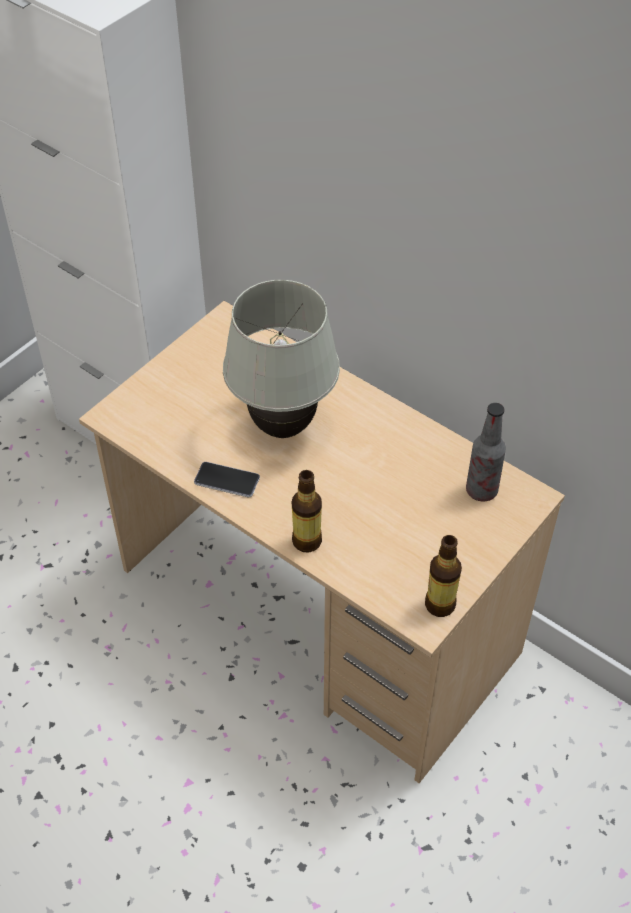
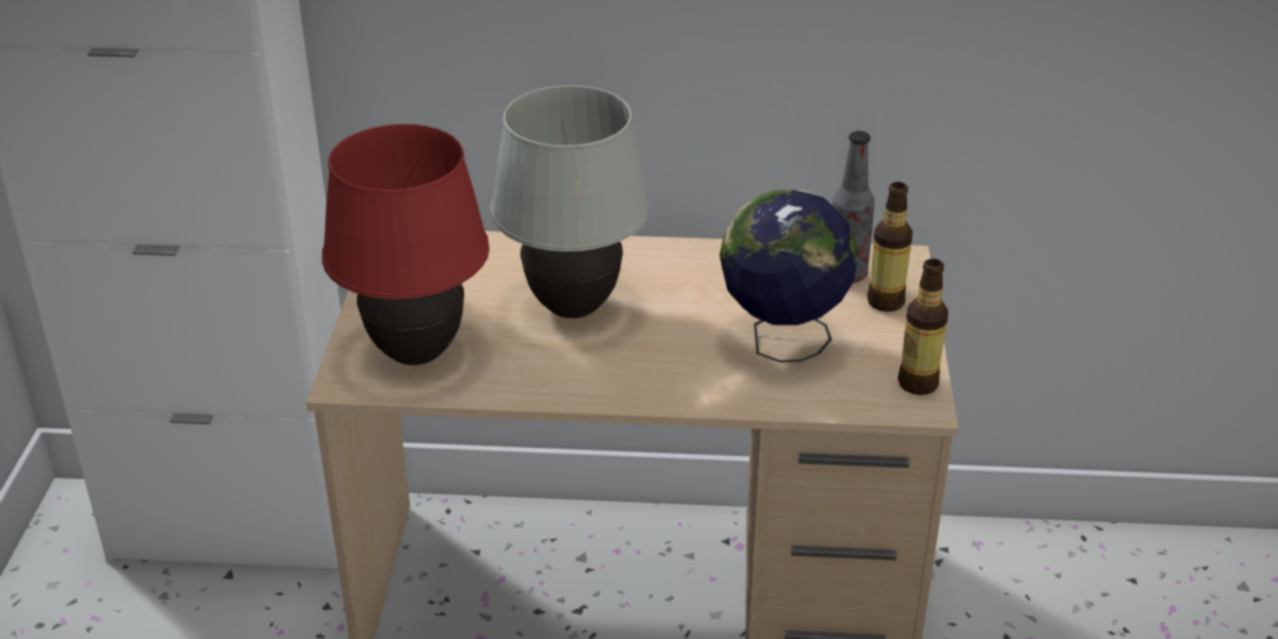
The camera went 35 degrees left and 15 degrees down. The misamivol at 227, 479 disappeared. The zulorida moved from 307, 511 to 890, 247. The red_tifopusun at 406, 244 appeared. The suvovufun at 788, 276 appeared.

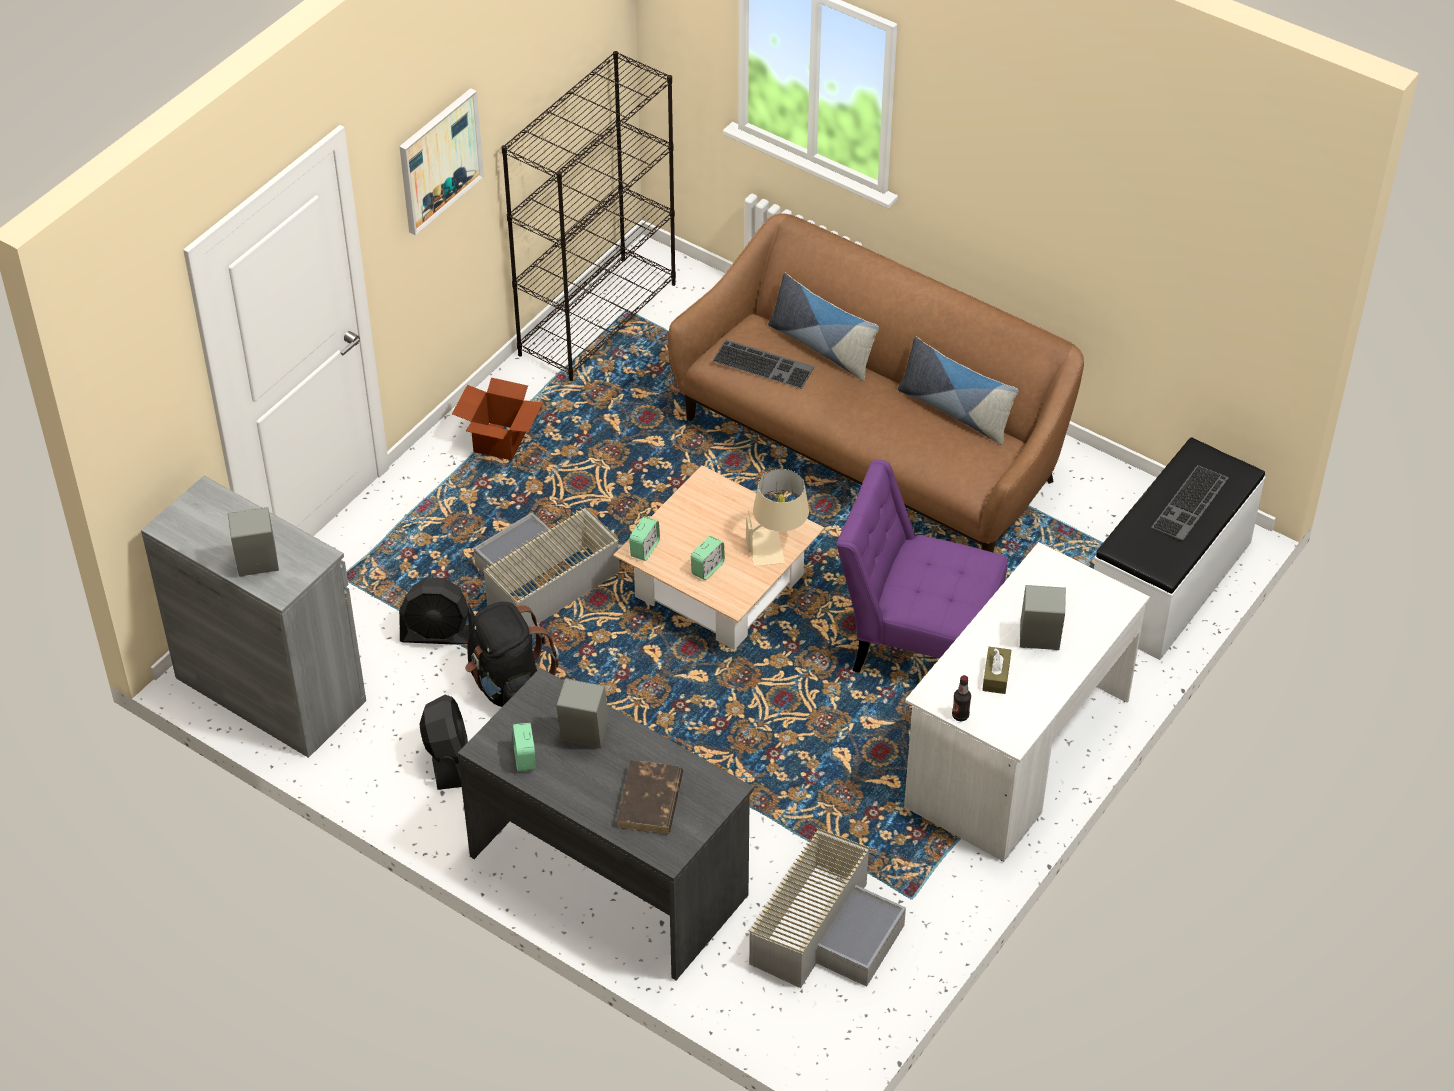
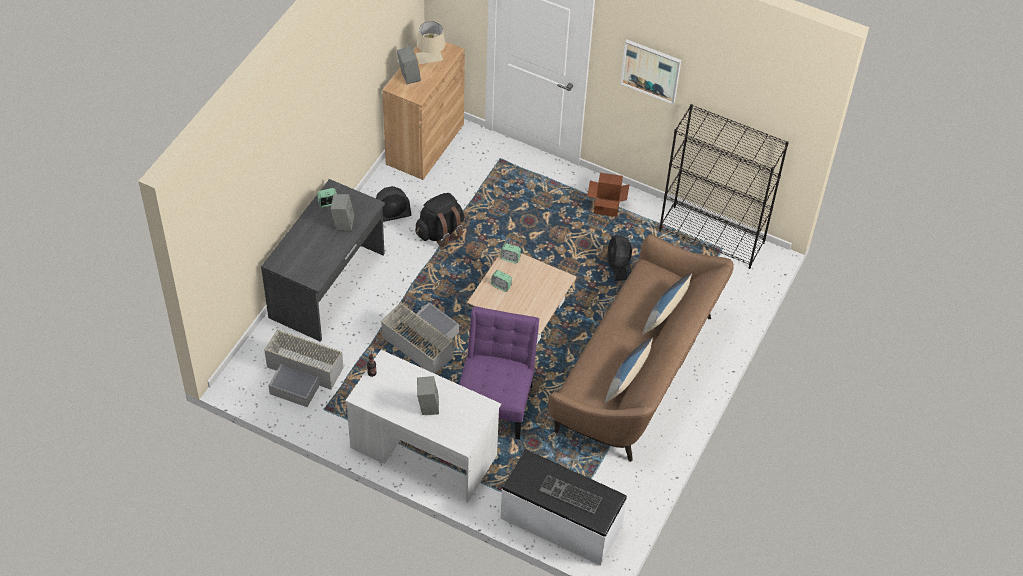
The camera went 80 degrees right and 5 degrees up. The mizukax at 763, 364 disappeared. The beige_tifopusun moved from 777, 517 to 430, 42. The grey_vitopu at 253, 617 became the brown_vitopu at 423, 107. The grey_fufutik moved from 546, 566 to 420, 337. The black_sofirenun moved from 437, 611 to 619, 257. The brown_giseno at 996, 670 disappeared. The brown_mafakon at 649, 797 disappeared.

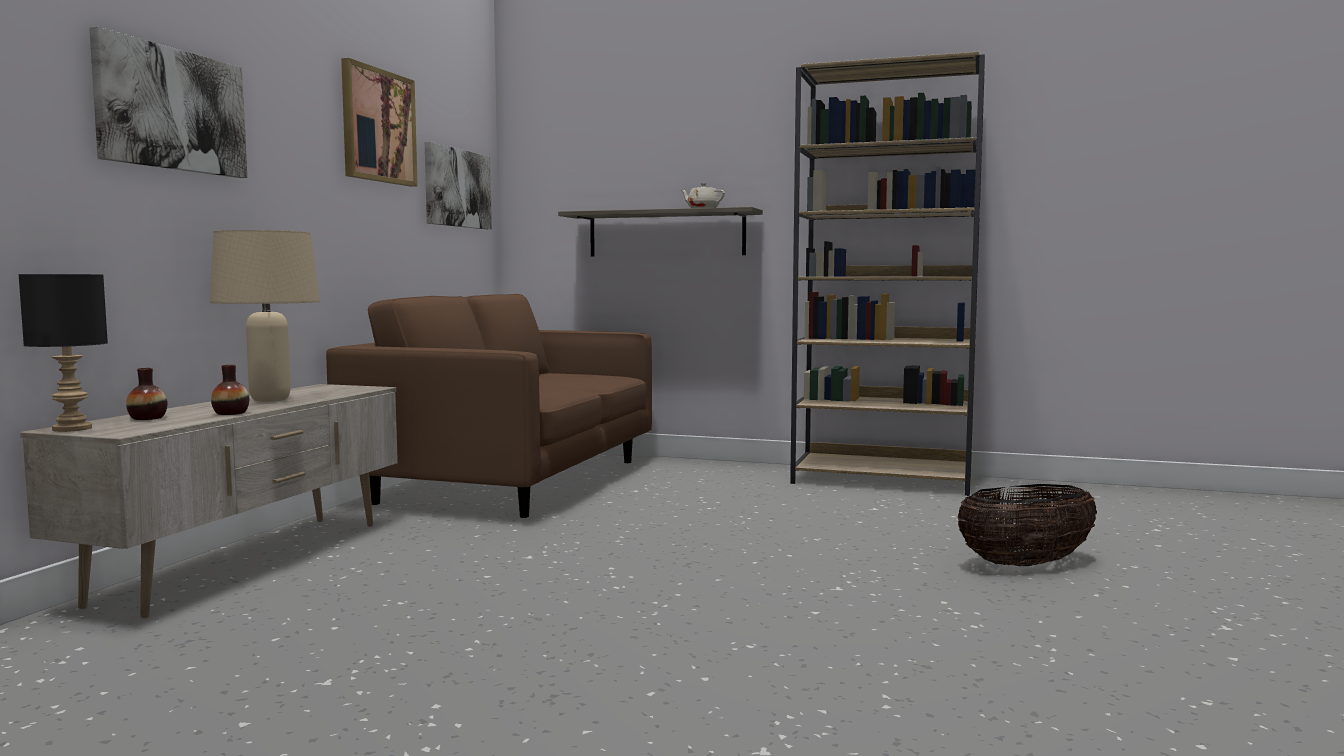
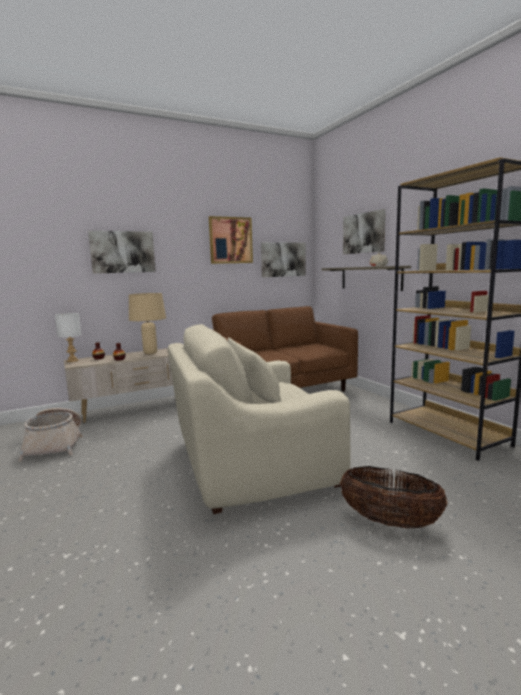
The camera went 45 degrees right and 5 degrees up. The black_tifopusun at 63, 353 became the white_tifopusun at 68, 337. The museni at 364, 231 appeared. The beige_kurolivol at 259, 419 appeared. The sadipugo at 51, 435 appeared.

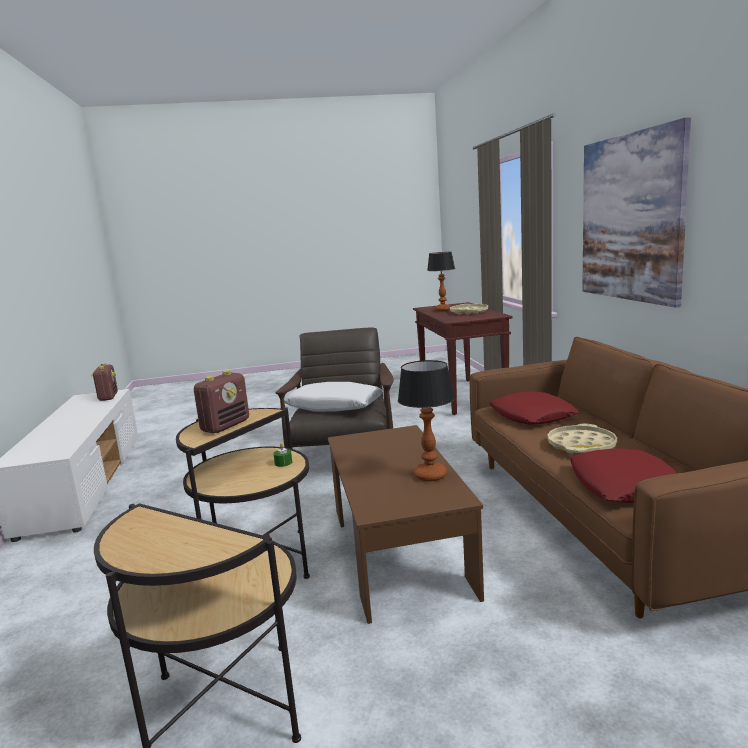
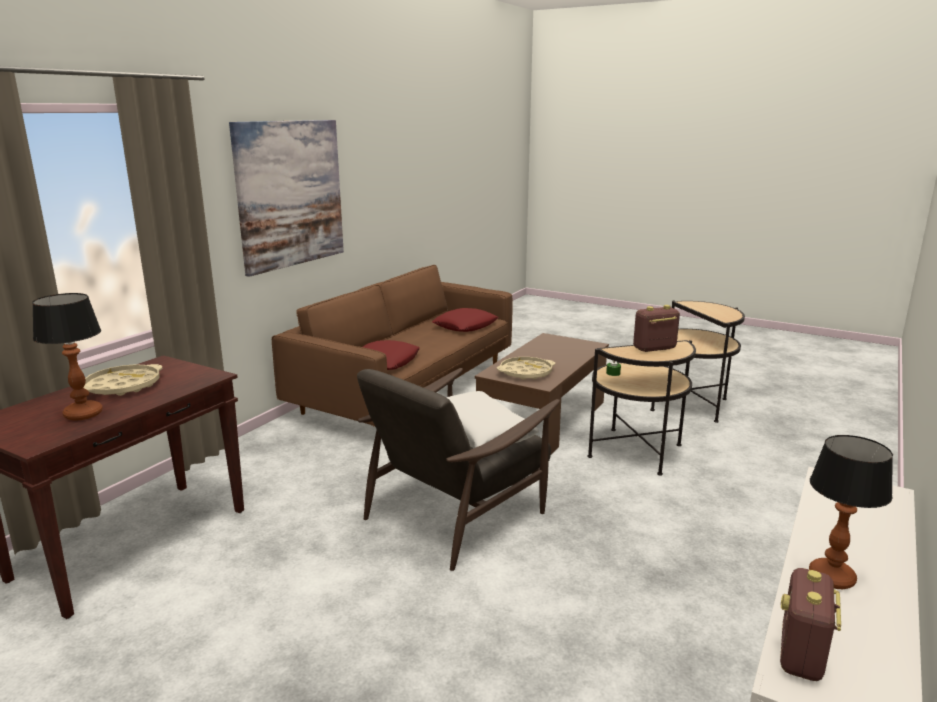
The camera went 140 degrees left and 5 degrees up. The tifopusun moved from 426, 420 to 851, 512. The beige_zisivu moved from 582, 439 to 526, 368.

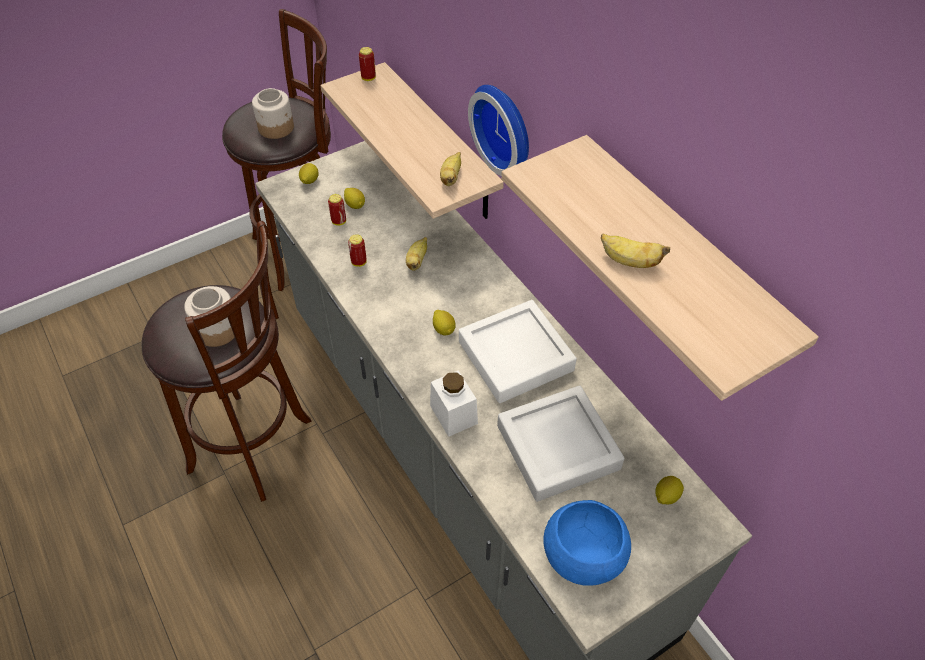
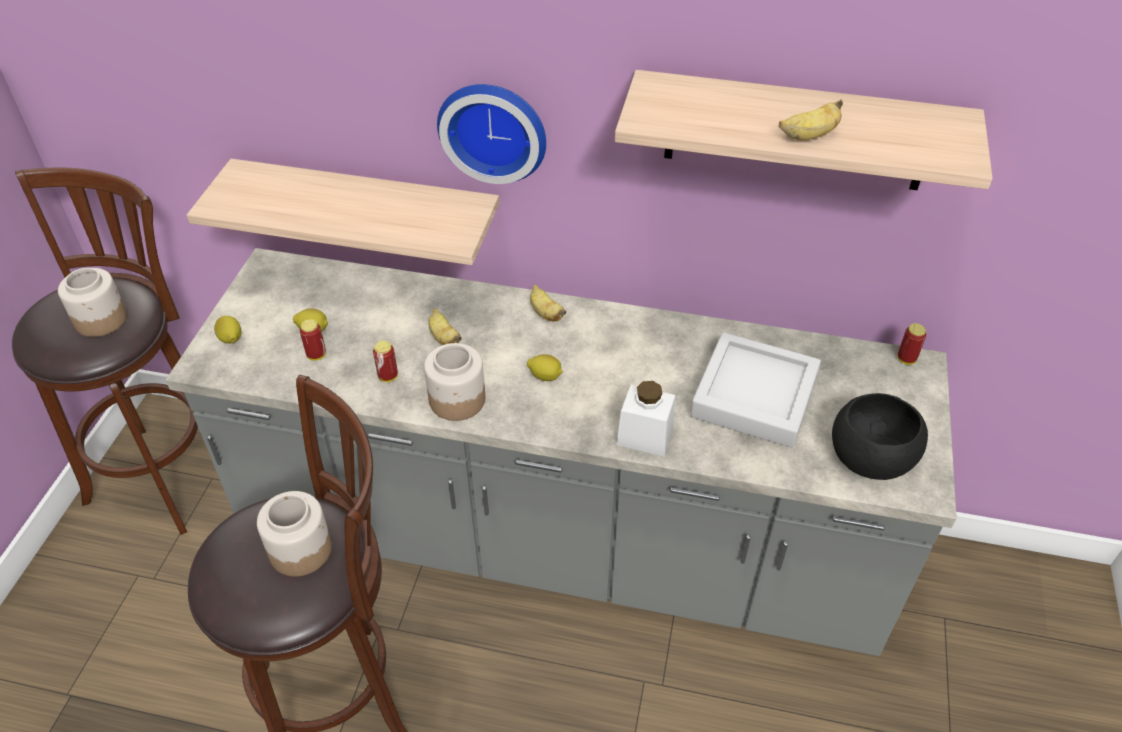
The camera went 45 degrees left and 5 degrees down. The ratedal moved from 367, 64 to 912, 344. The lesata moved from 450, 169 to 548, 303. The white_zisivu at 518, 351 disappeared. The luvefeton at 669, 490 disappeared. The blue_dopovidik at 587, 543 became the black_dopovidik at 880, 436. The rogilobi at 454, 382 appeared.

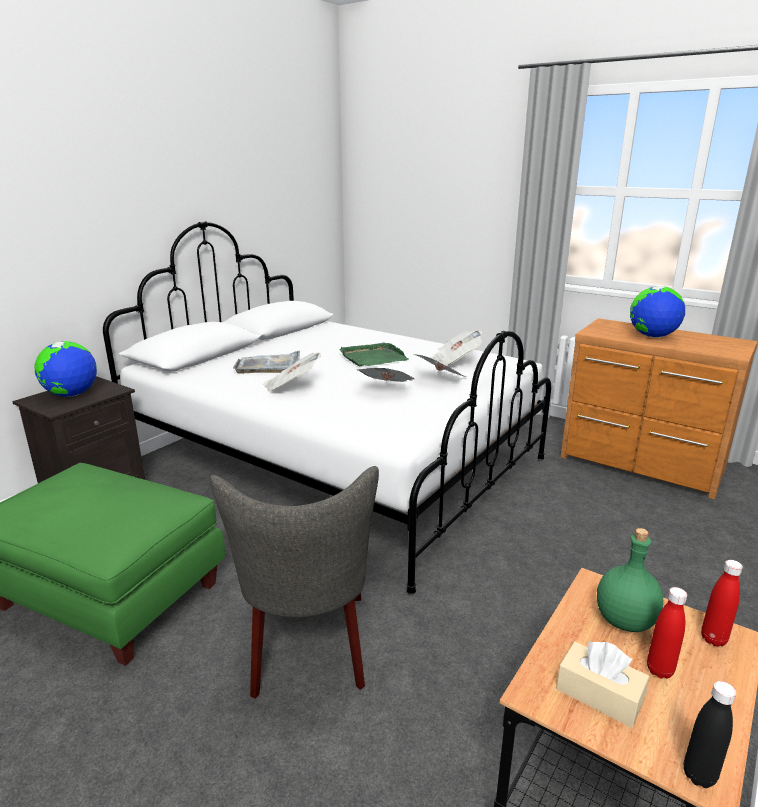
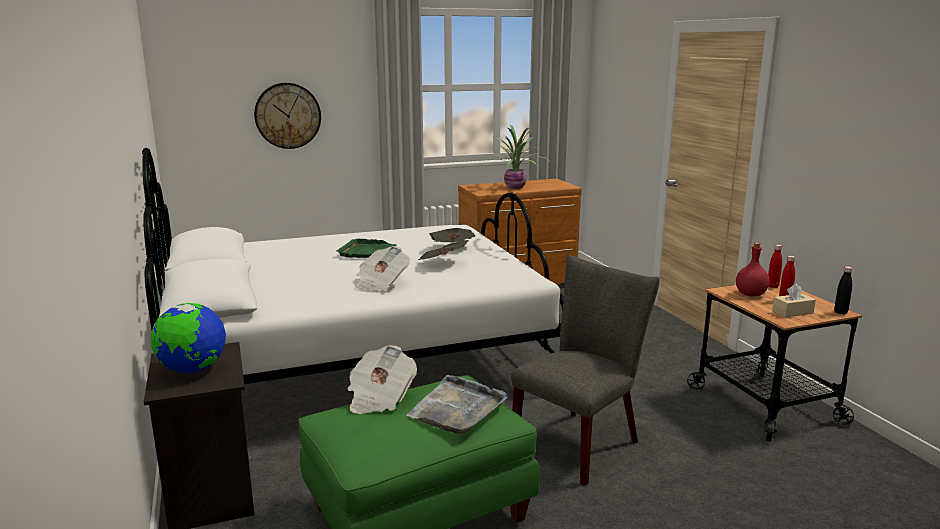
The camera went 55 degrees left and 5 degrees down. The suvovufun at 657, 312 was replaced by the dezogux at 515, 157. The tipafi moved from 455, 348 to 382, 379. The grey_zisivu moved from 266, 362 to 457, 404. The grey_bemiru at 294, 582 turned 75 degrees counterclockwise. The green_zulorida at 630, 580 became the red_zulorida at 753, 270. The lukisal at 287, 116 appeared.

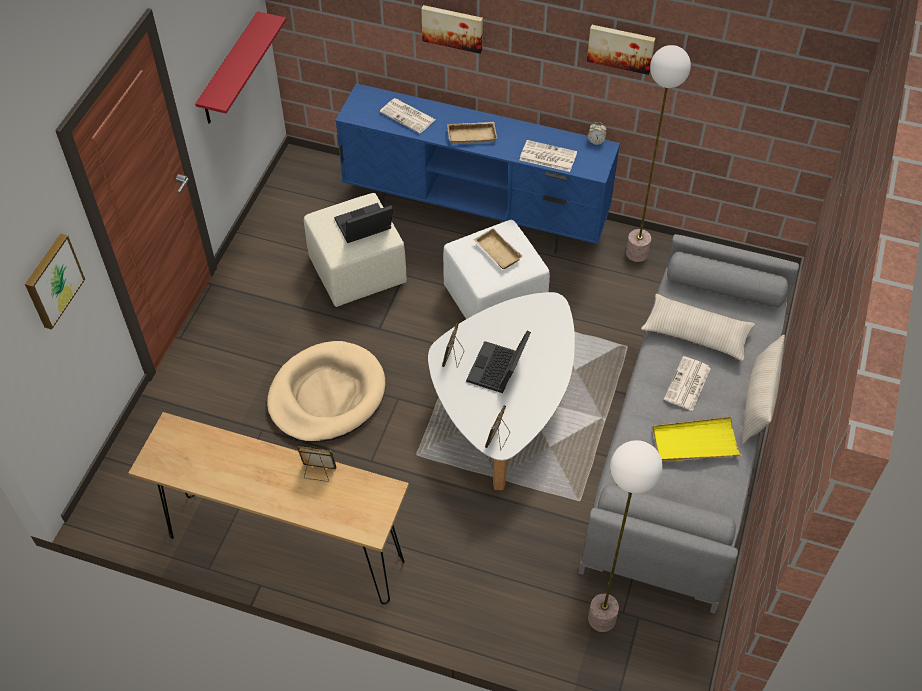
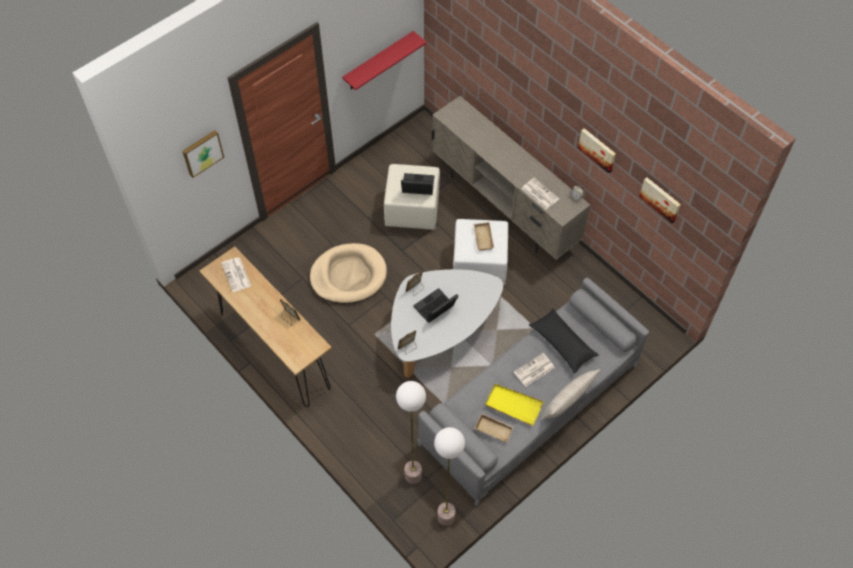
The camera went 30 degrees right and 5 degrees up. The museni moved from 452, 29 to 660, 200. The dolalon moved from 658, 153 to 449, 476. The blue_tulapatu at 477, 168 became the beige_tulapatu at 511, 178. The tipafi moved from 408, 115 to 236, 274. The beige_zisivu moved from 472, 133 to 494, 428. The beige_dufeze at 698, 327 became the black_dufeze at 564, 340.

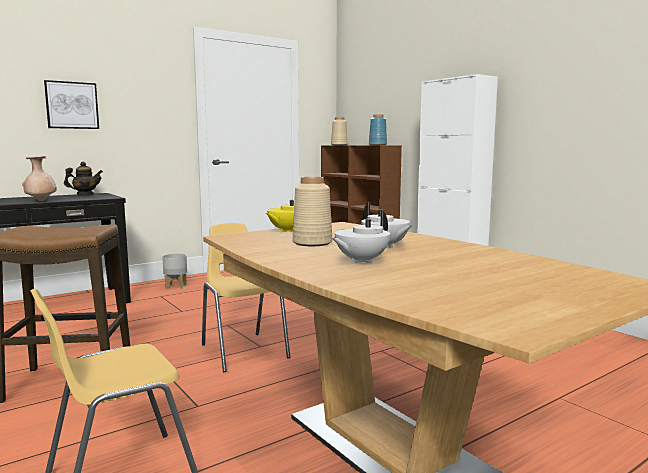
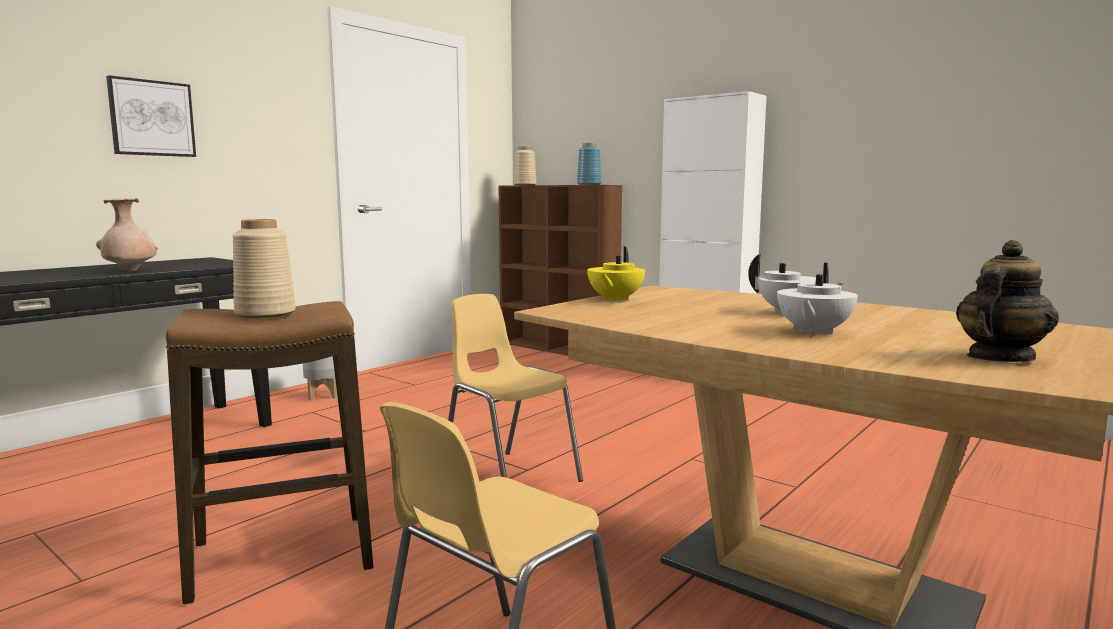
The camera went 15 degrees left and 0 degrees up. The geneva moved from 83, 178 to 1007, 301. The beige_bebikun moved from 312, 211 to 264, 268.

